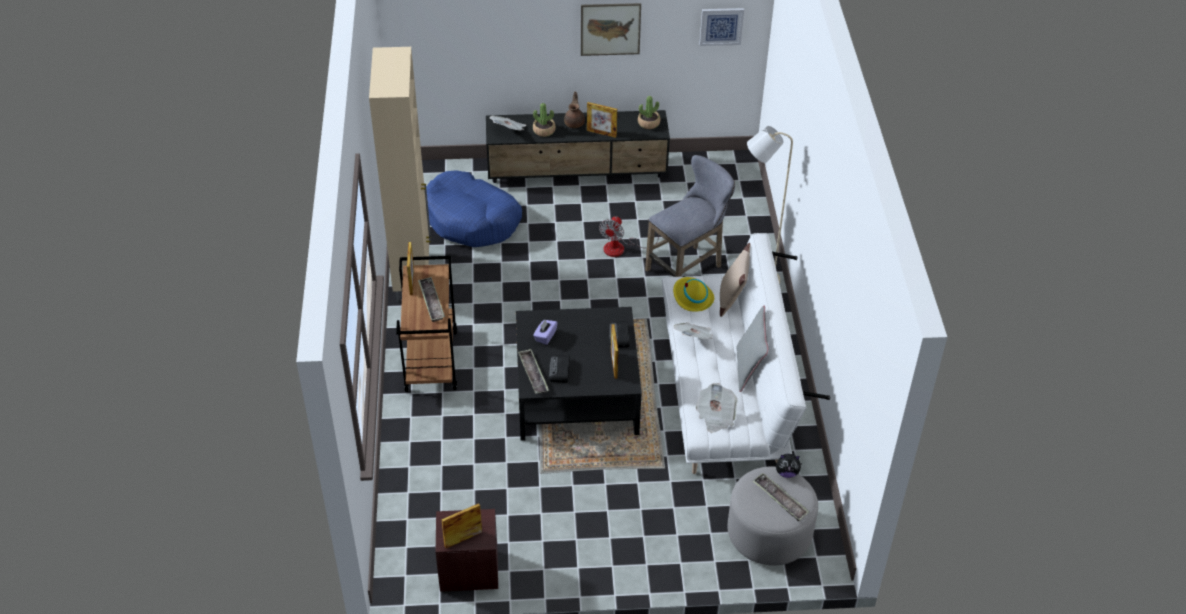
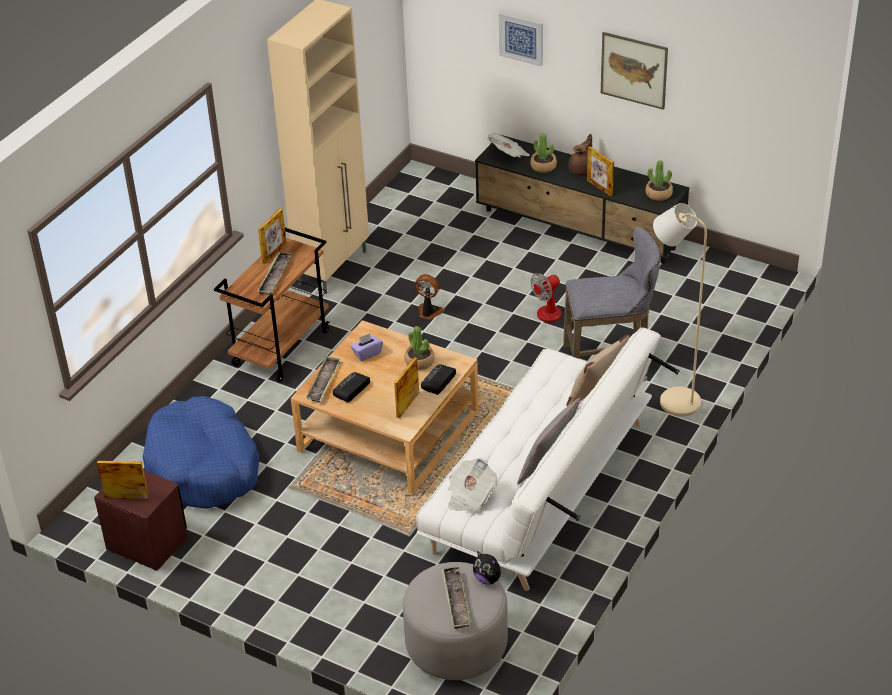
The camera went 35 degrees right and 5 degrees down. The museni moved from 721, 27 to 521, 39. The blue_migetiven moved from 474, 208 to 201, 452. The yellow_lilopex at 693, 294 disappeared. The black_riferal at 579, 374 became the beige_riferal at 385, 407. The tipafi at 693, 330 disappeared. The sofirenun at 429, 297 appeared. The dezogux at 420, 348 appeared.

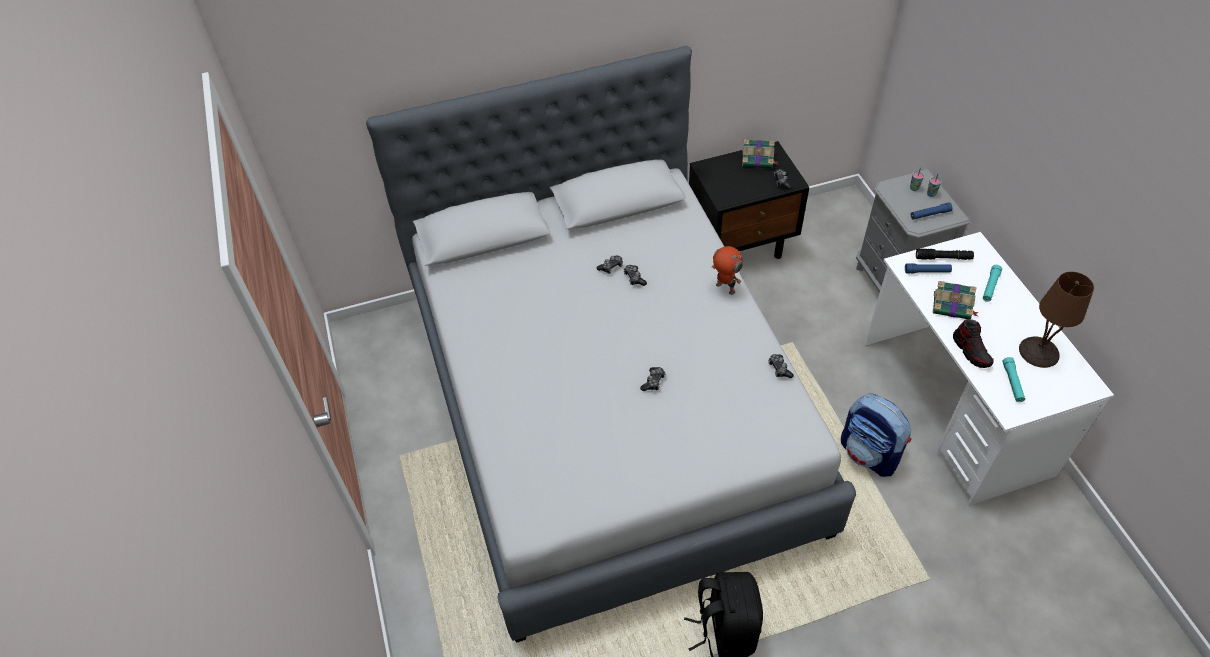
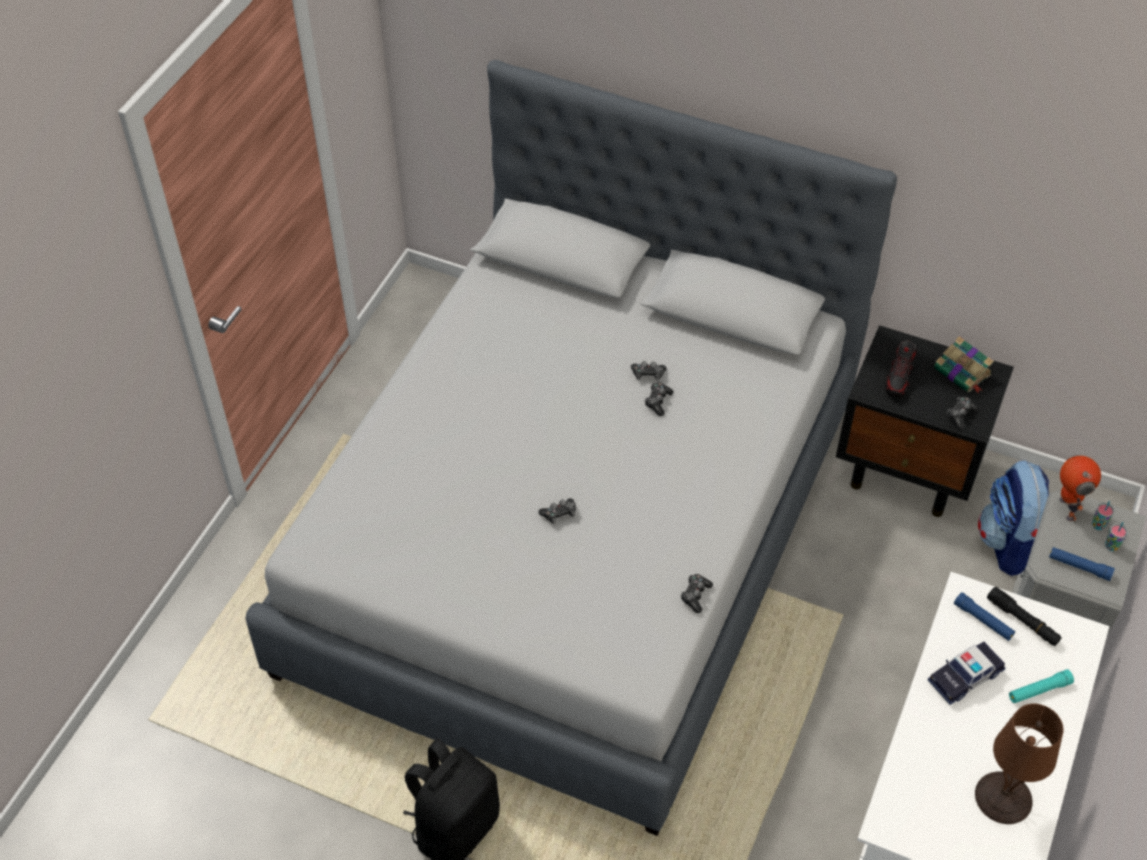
The camera went 40 degrees right and 0 degrees up. The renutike moved from 727, 270 to 1080, 488. The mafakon at 956, 300 was replaced by the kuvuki at 966, 673. The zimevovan moved from 973, 343 to 901, 369. The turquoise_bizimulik at 1013, 379 disappeared. The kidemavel moved from 876, 435 to 1013, 518.

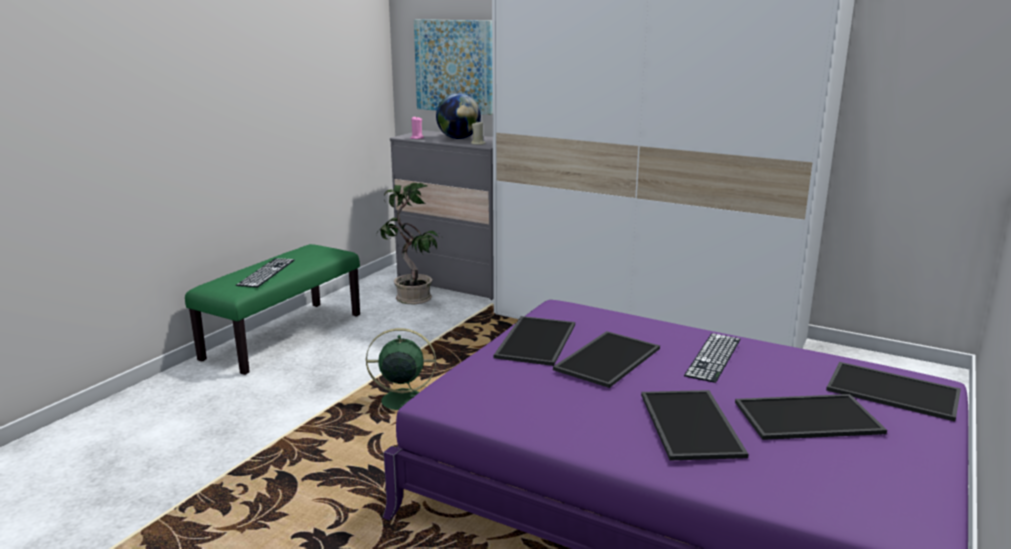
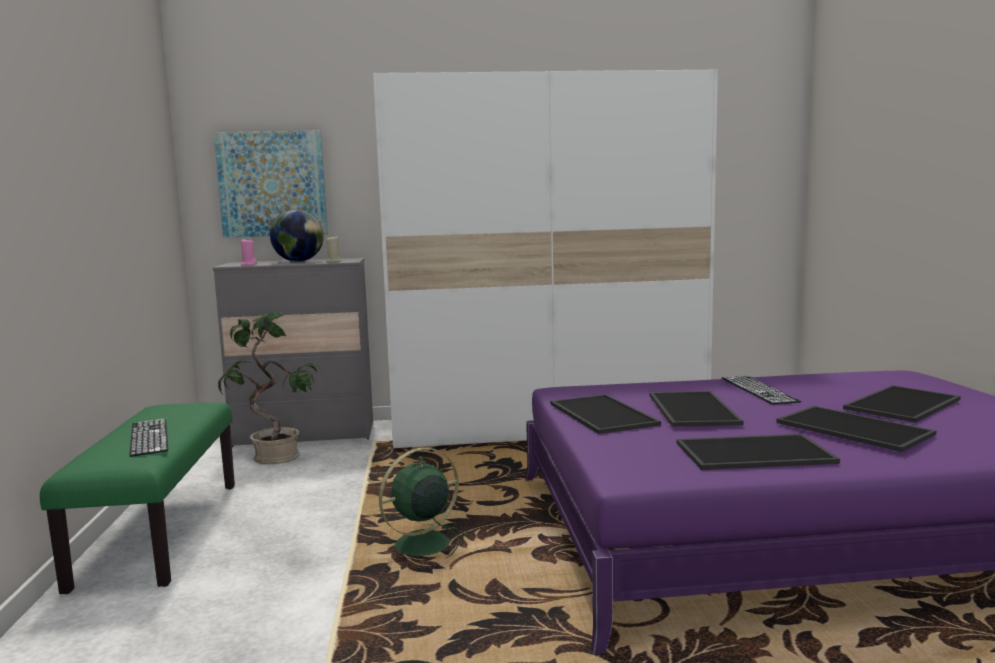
The camera went 35 degrees left and 10 degrees down. The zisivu moved from 893, 391 to 758, 452.

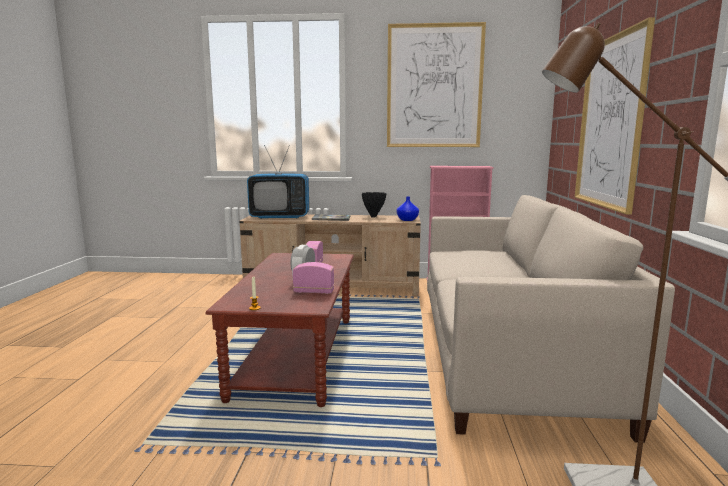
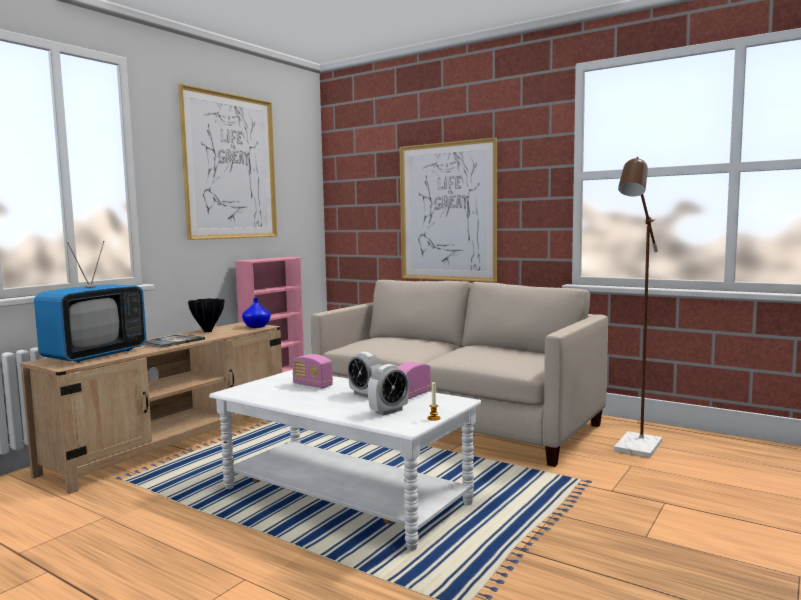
The camera went 60 degrees left and 5 degrees down. The brown_riferal at 279, 330 became the white_riferal at 345, 460. The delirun at 388, 390 appeared.

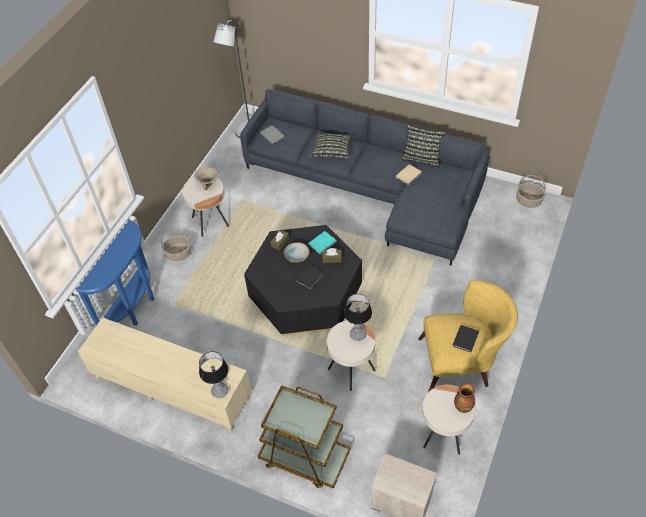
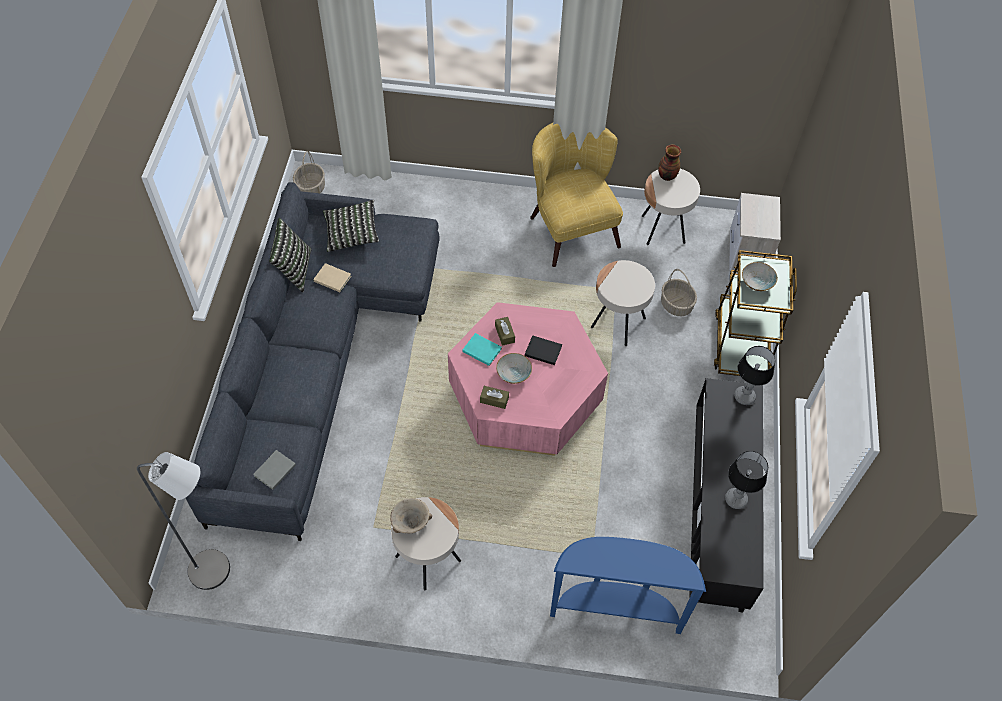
The camera went 110 degrees left and 5 degrees up. The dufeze moved from 332, 146 to 351, 226. The black_riferal at 303, 280 became the pink_riferal at 528, 379. The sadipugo moved from 176, 245 to 679, 292. The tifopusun moved from 358, 317 to 746, 480. The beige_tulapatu at 164, 374 became the black_tulapatu at 726, 495. The black_mafakon at 466, 338 disappeared. The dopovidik at 759, 276 appeared.

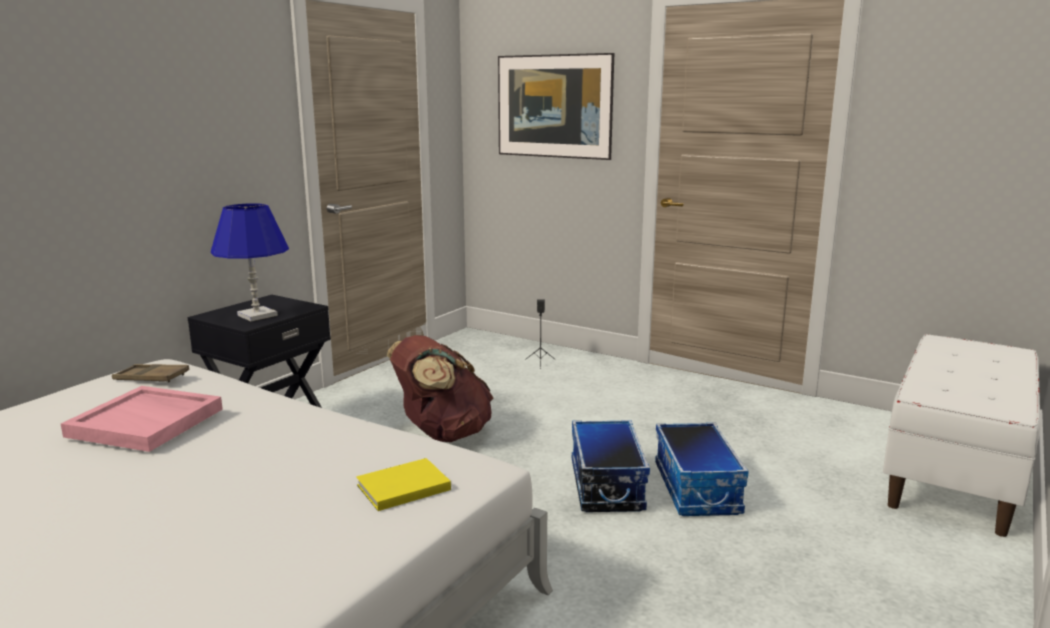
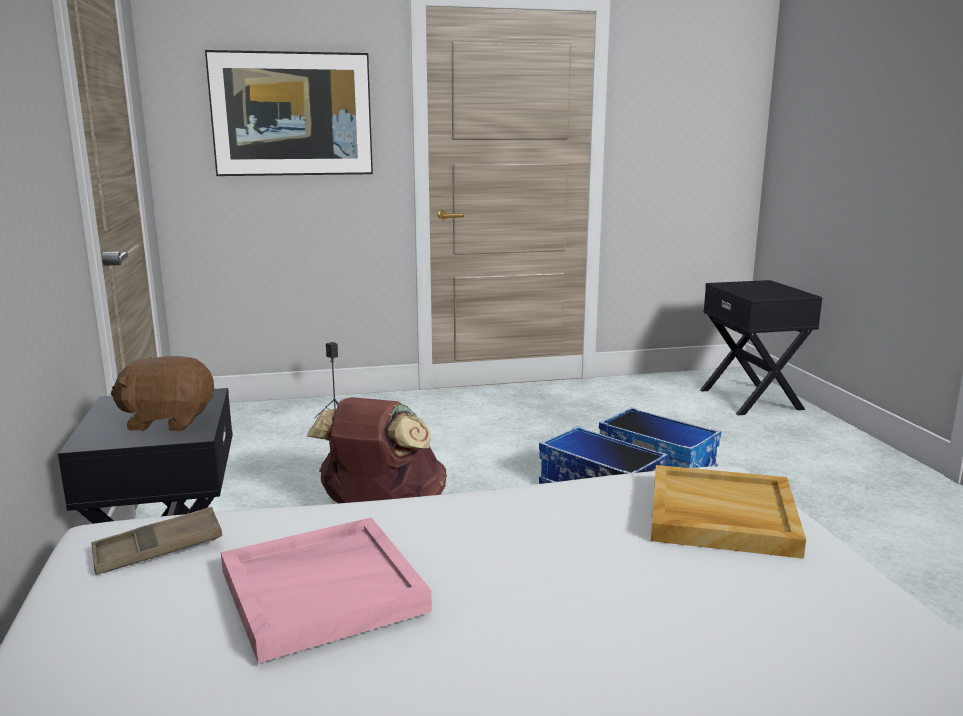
The camera went 45 degrees left and 0 degrees up. The blue_tifopusun at 250, 262 was replaced by the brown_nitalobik at 162, 393. The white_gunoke at 961, 435 was replaced by the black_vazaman at 761, 347. The yellow_mafakon at 403, 484 was replaced by the beige_zisivu at 728, 512.

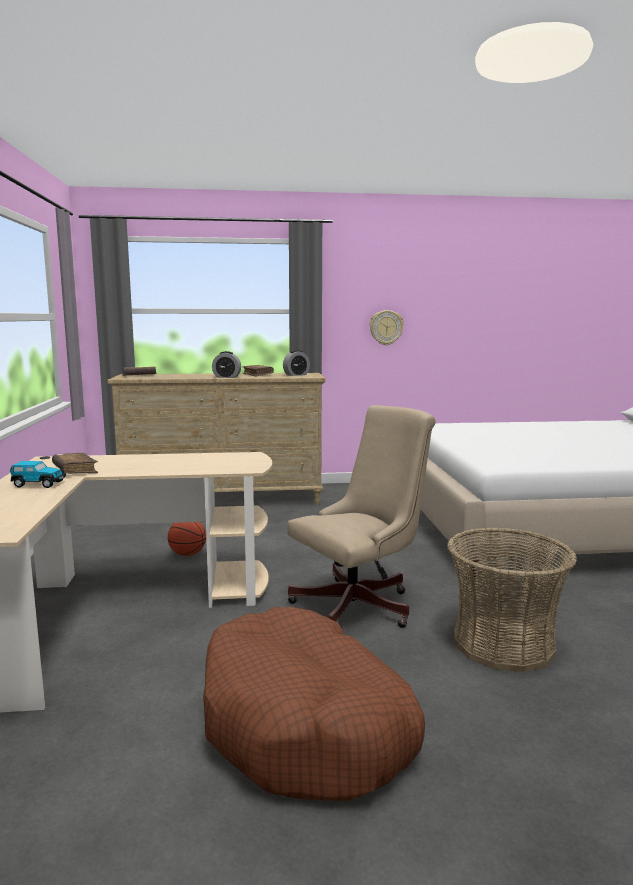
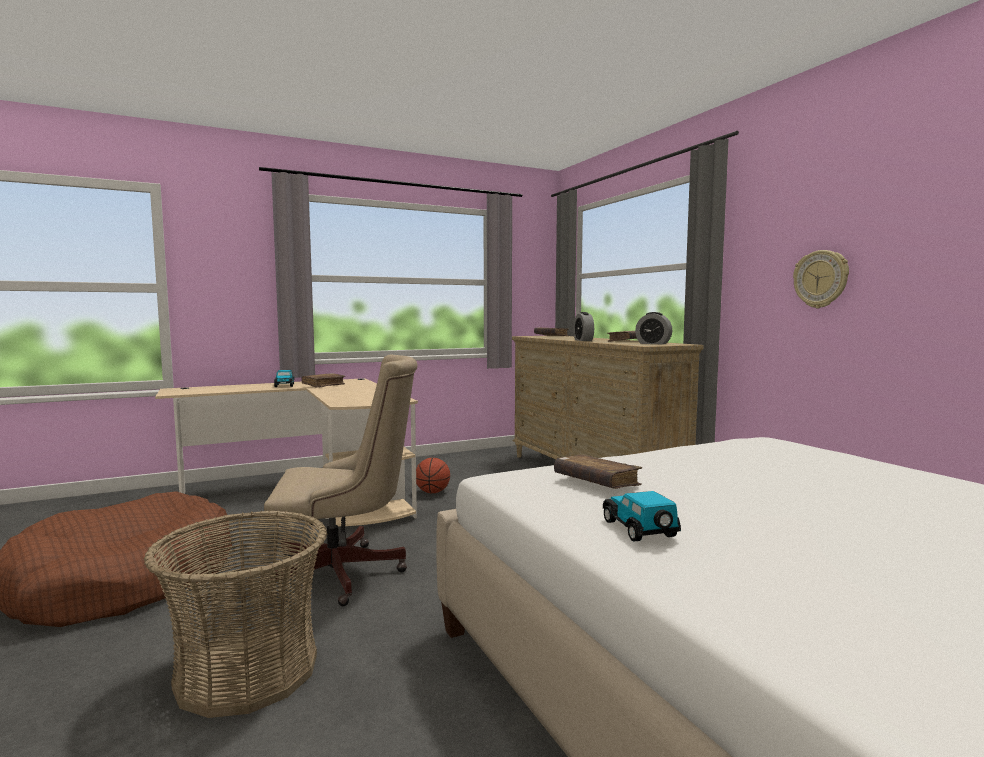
The camera went 70 degrees right and 5 degrees down. The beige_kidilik at 361, 516 turned 45 degrees counterclockwise. The brown_mafakon at 598, 471 appeared. The kuvuki at 642, 516 appeared.

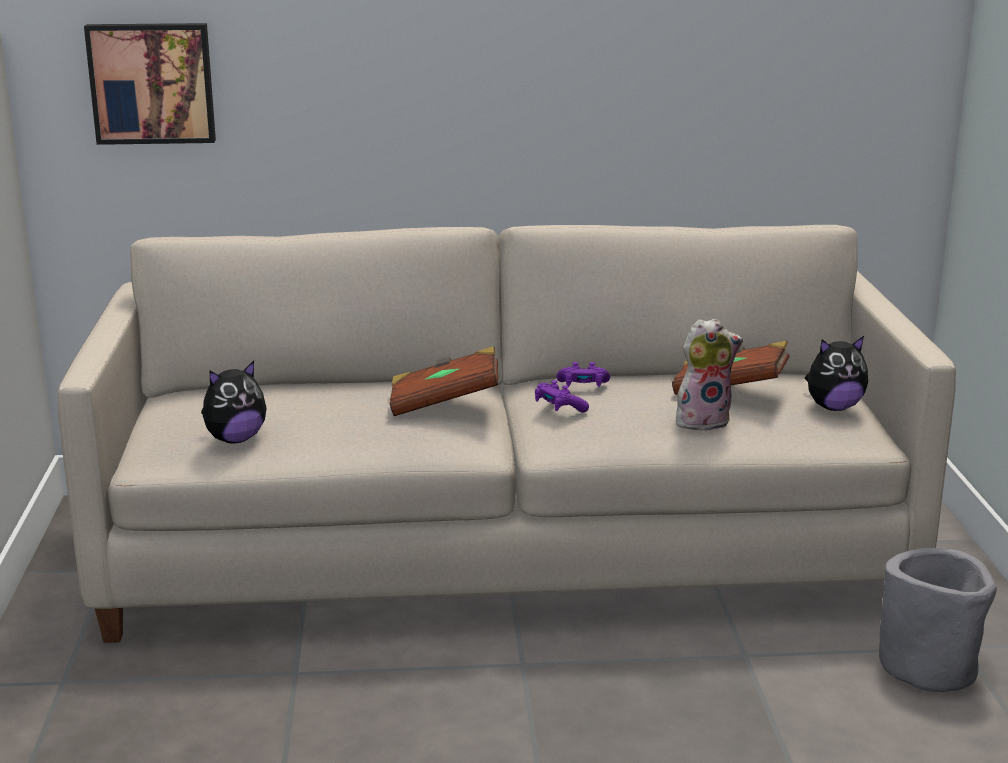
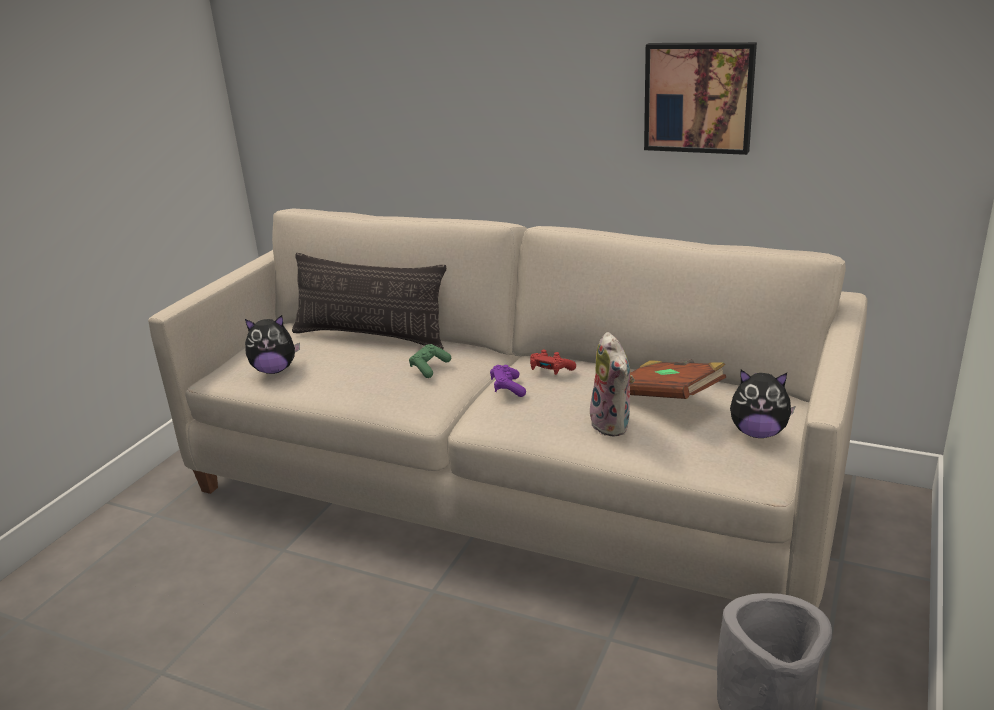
The camera went 30 degrees right and 5 degrees up. The museni moved from 150, 84 to 700, 98. The nitalobik at 709, 374 turned 60 degrees clockwise. The brown_mafakon at 443, 381 was replaced by the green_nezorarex at 430, 361. The purple_nezorarex at 583, 374 became the red_nezorarex at 553, 362. The dufeze at 369, 301 appeared.

